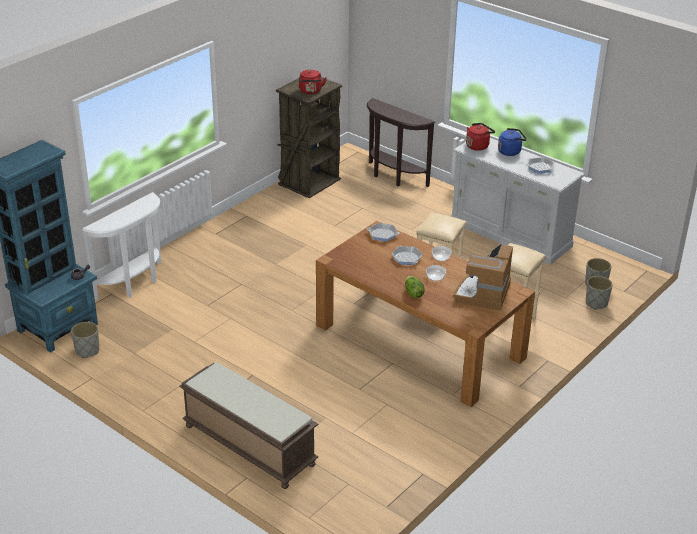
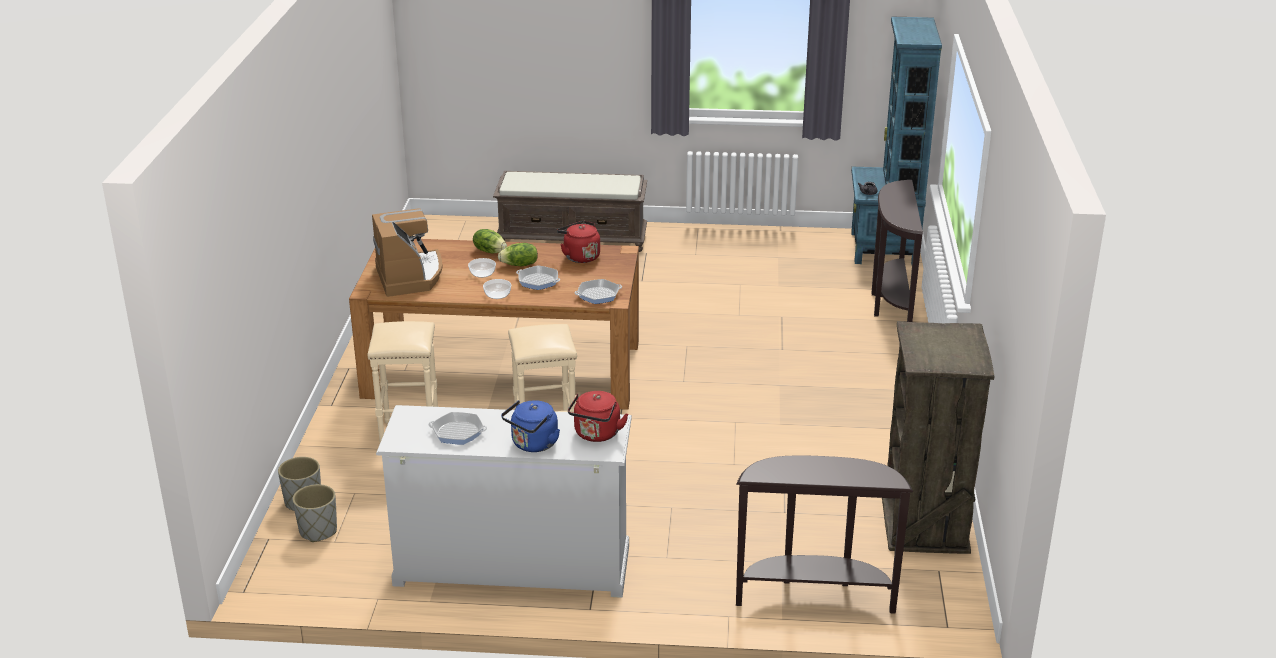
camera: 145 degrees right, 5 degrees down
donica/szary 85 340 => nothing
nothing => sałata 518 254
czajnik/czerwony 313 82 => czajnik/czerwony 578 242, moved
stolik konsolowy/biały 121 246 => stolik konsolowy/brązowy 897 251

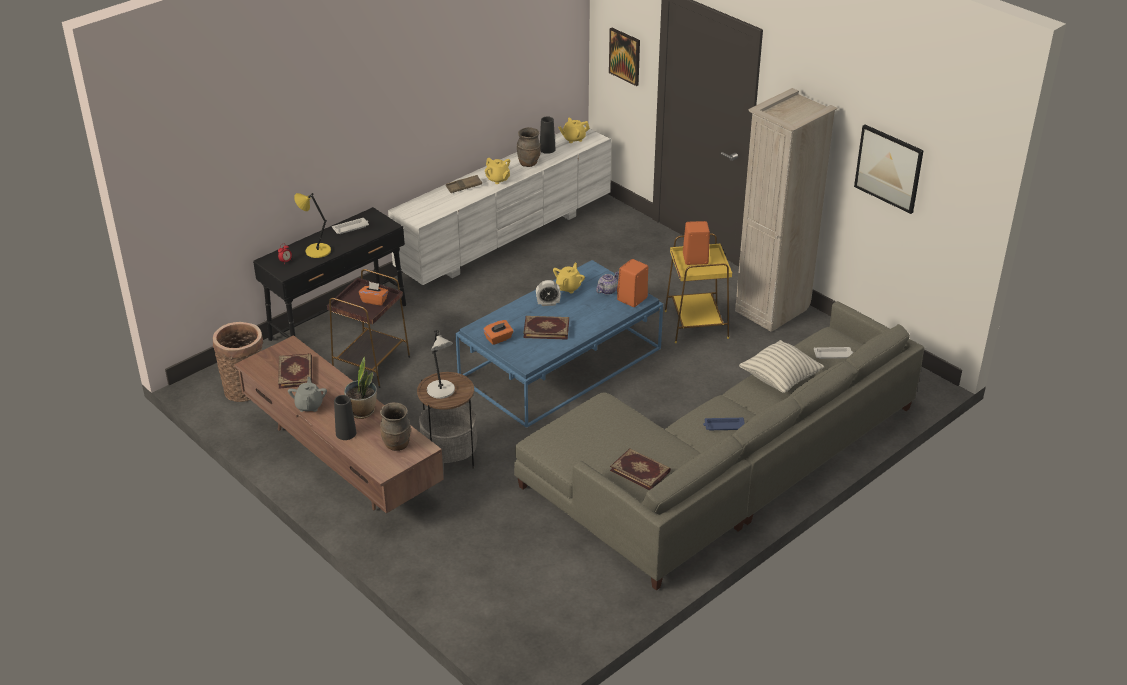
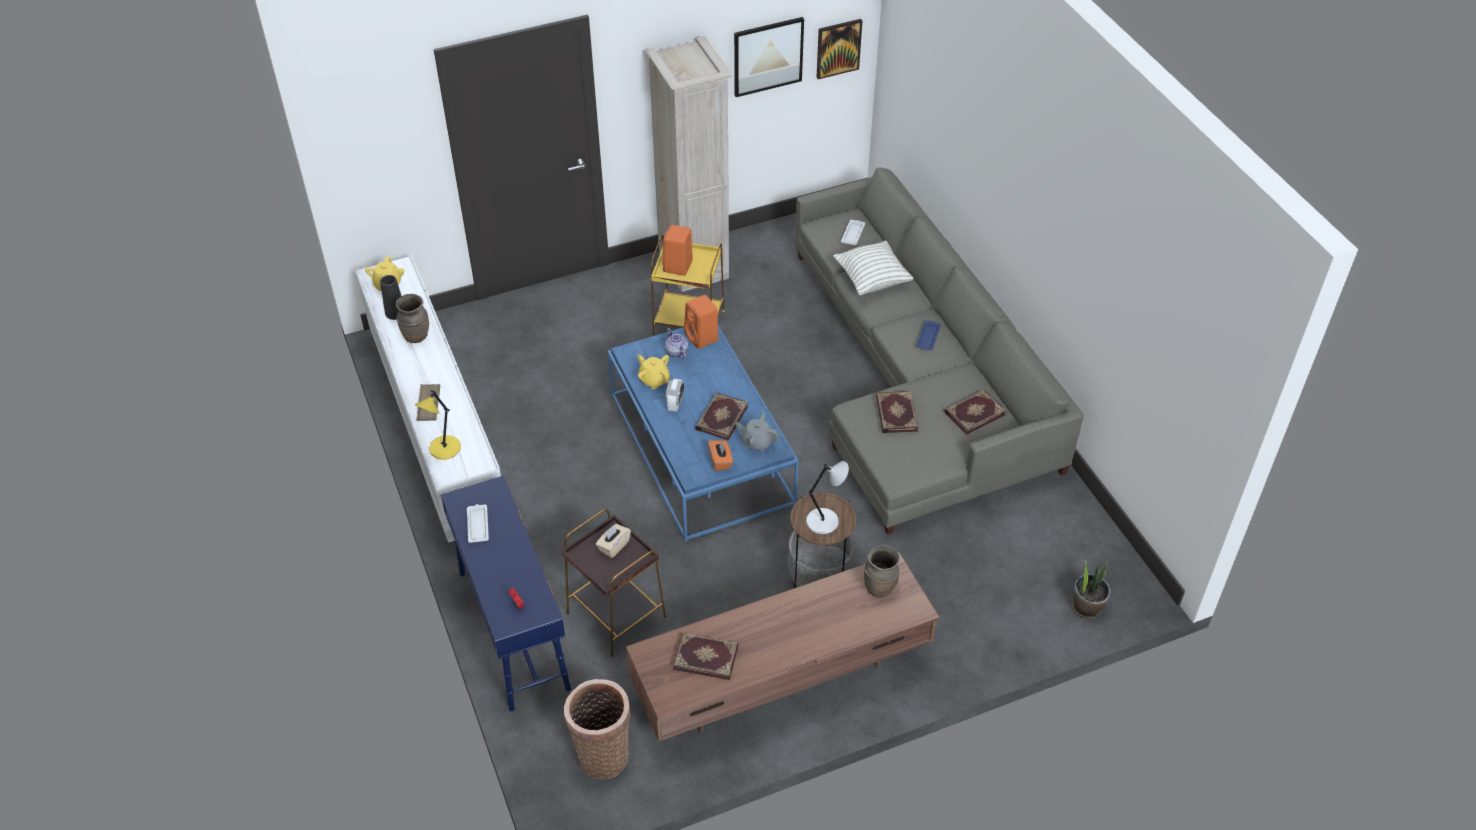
camera: 70 degrees left, 10 degrees up
wazon/czarny 345 417 => nothing
imbryk/żółty 497 171 => nothing
nothing => książka 897 412
imbryk/szary 307 394 => imbryk/szary 757 432, moved
lampa stołowa/żółty 312 225 => lampa stołowa/żółty 437 425, moved
roślina doniczkowa 360 388 => roślina doniczkowa 1091 589, moved
obraz 624 57 => obraz 839 49, moved
stolik konsolowy/czarny 329 274 => stolik konsolowy/niebieski 506 593
pudełko chusteczek/pomarańczowy 373 293 => pudełko chusteczek/beżowy 613 541

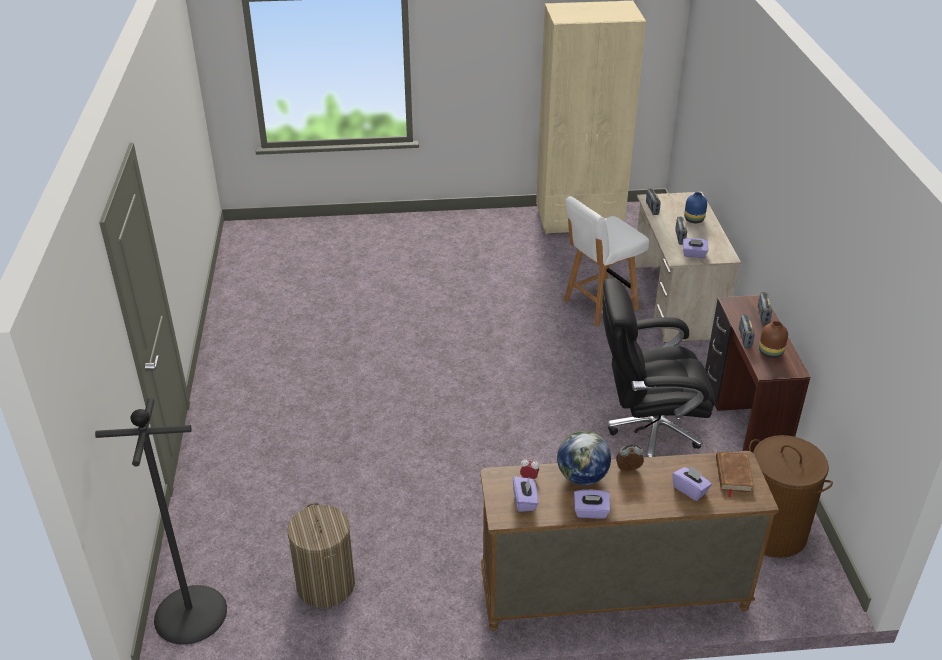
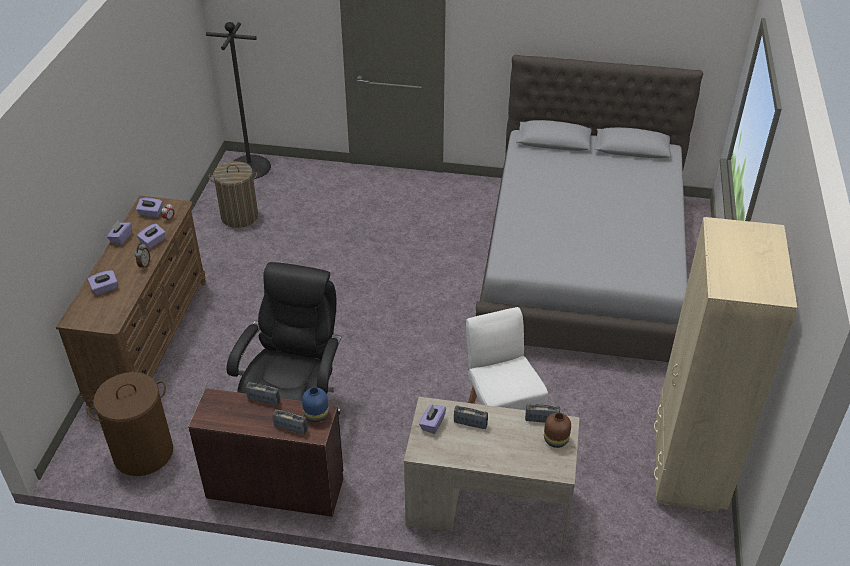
camera: 105 degrees right, 5 degrees up
książka/brązowy 735 474 => nothing
nothing => łóżko/szary 589 208
wazon/niebieski 695 207 => wazon/niebieski 315 404, moved
wazon/brązowy 773 339 => wazon/brązowy 557 430, moved
globus 584 458 => pudełko chusteczek/fioletowy 151 236

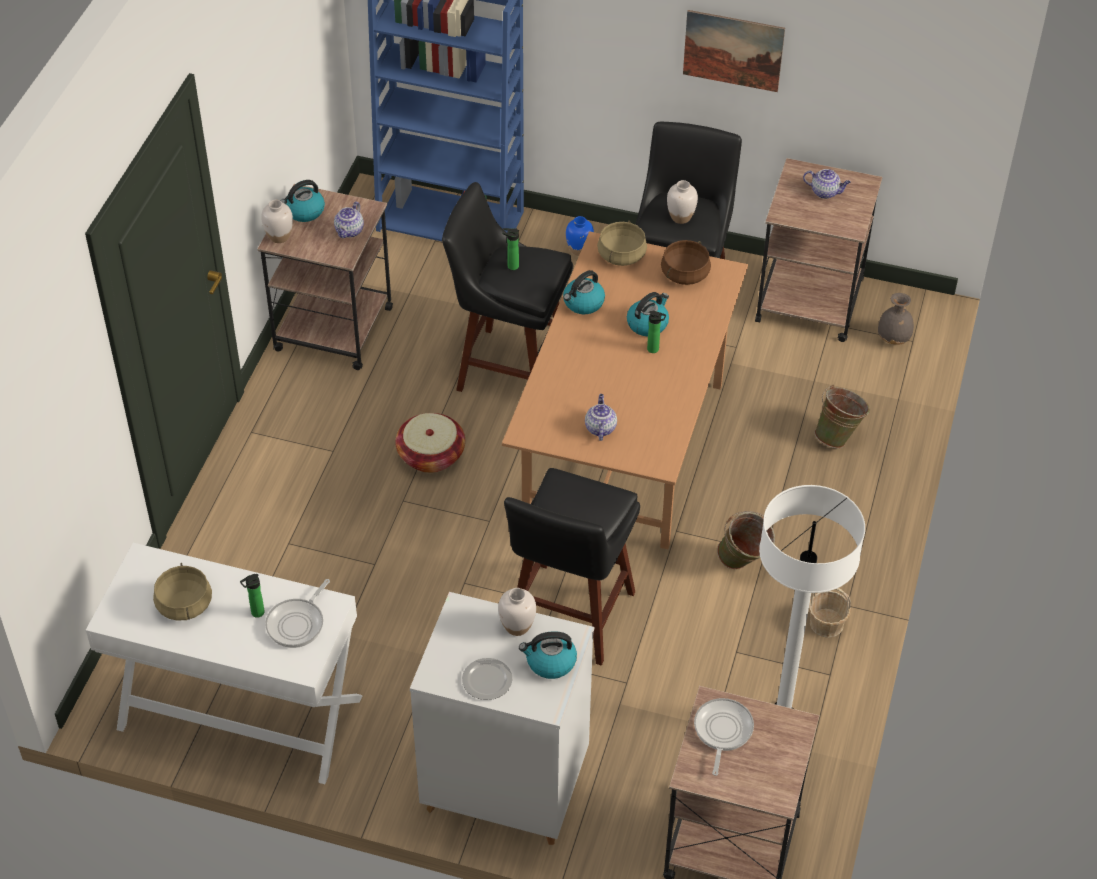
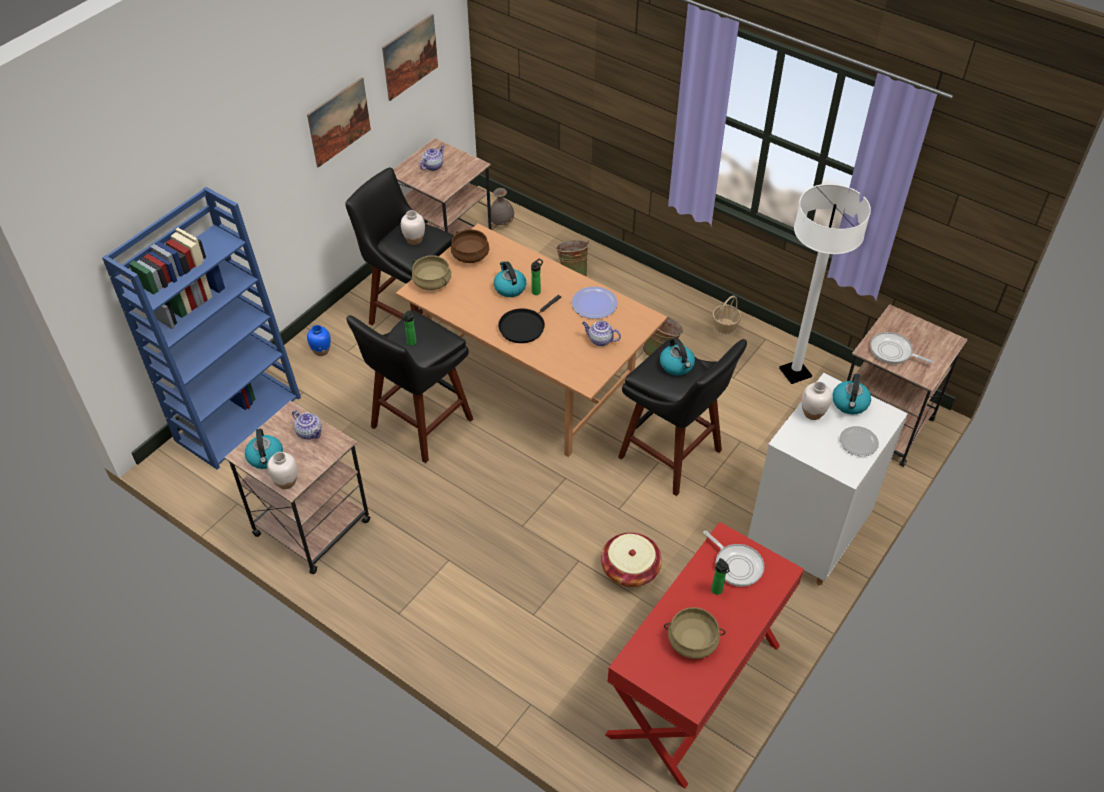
camera: 70 degrees left, 0 degrees up
nothing => obraz 410 57
nothing => patelnia/czarny 529 319
nothing => talerz 595 303
koszyk 430 443 => koszyk 631 559, moved
czajnik 584 292 => czajnik 677 356, moved
stolik konsolowy/biały 224 663 => stolik konsolowy/czerwony 704 655

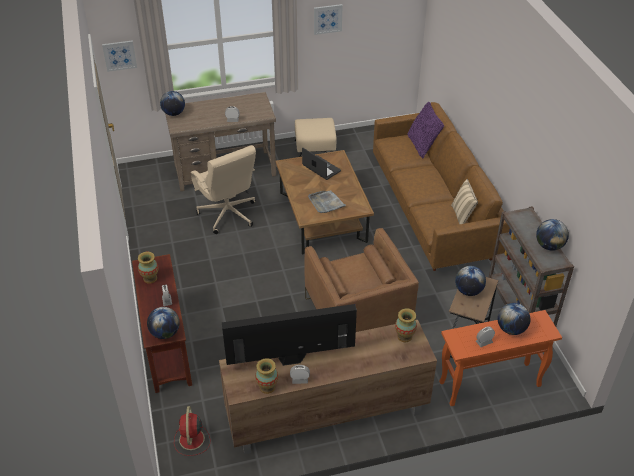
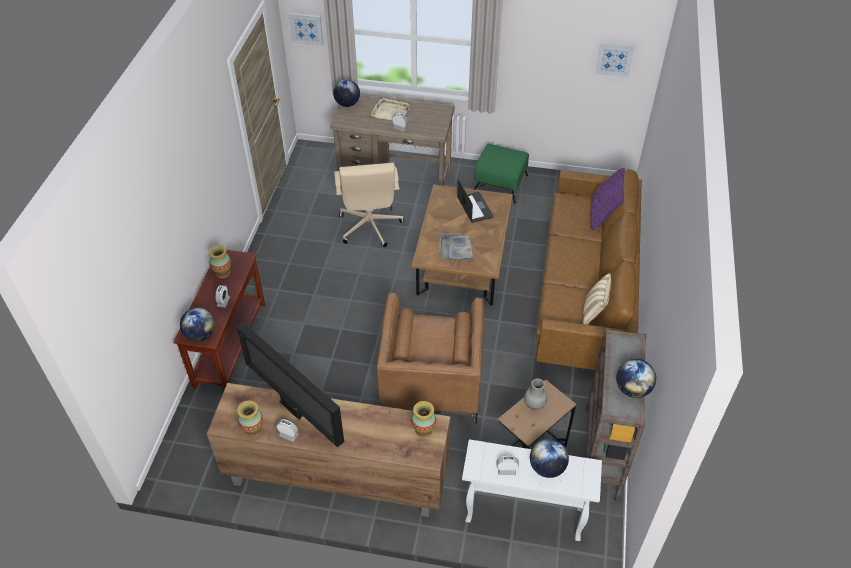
camera: 25 degrees right, 5 degrees up
wentylator/czerwony 192 431 => nothing
nothing => taca/beżowy 390 109
obraz 328 19 => obraz 615 60, moved
globus 470 281 => wazon/szary 535 394
pufa/beżowy 315 137 => pufa/zielony 501 174
stolik konsolowy/pomarańczowy 500 358 => stolik konsolowy/biały 532 490
telewizor 289 335 => telewizor 290 385, 150 degrees counterclockwise

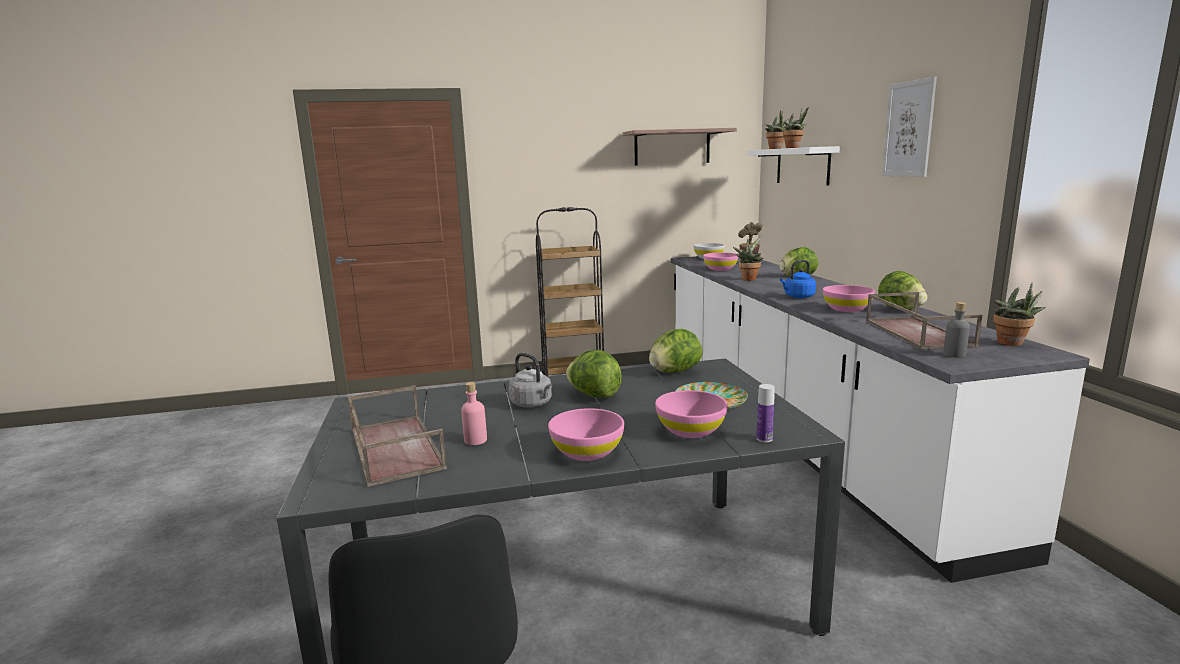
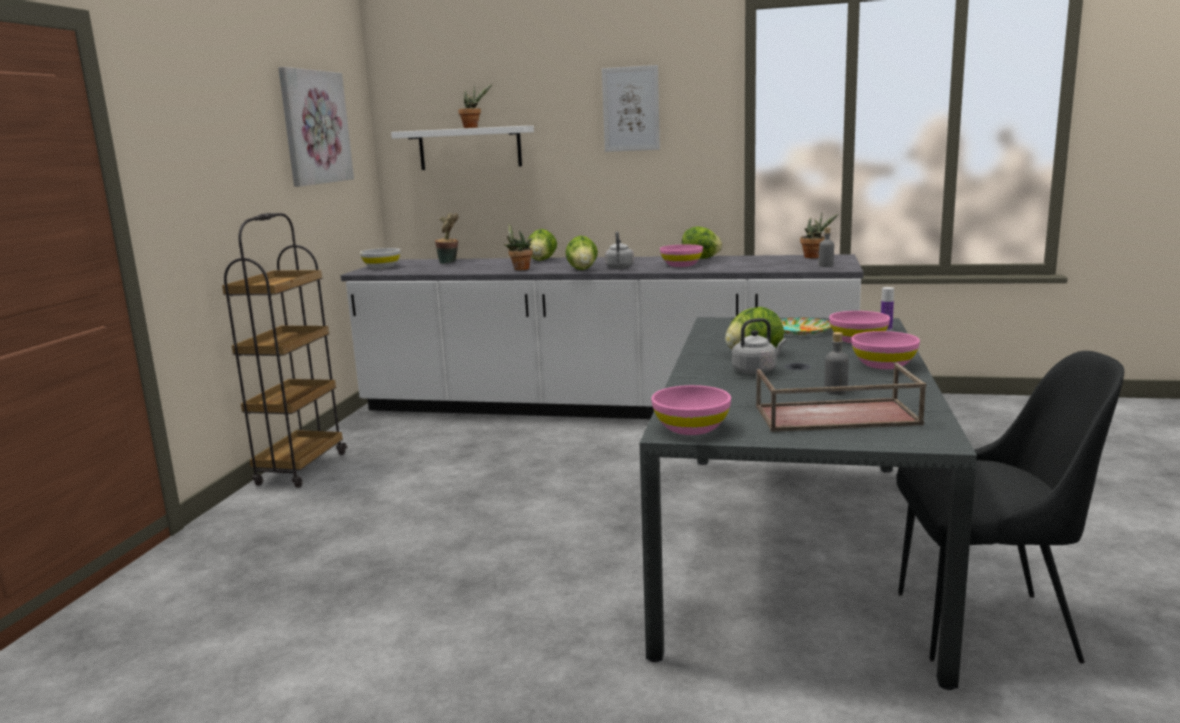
camera: 65 degrees left, 0 degrees up
roślina doniczkowa 777 129 => nothing
taca/brązowy 924 320 => nothing
sałata 676 351 => sałata 581 252, moved
miska/różowy 720 261 => miska/różowy 691 410, moved
półka 680 146 => obraz 316 127
butelka/różowy 474 413 => butelka/szary 837 363
czajnik/niebieski 798 279 => czajnik/szary 619 250

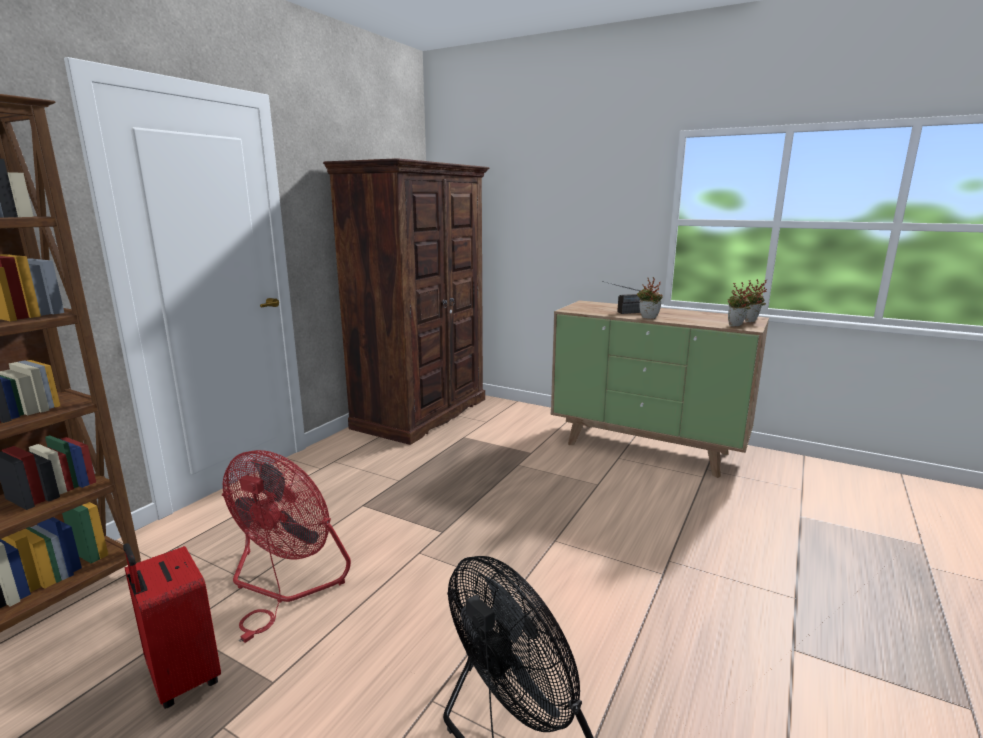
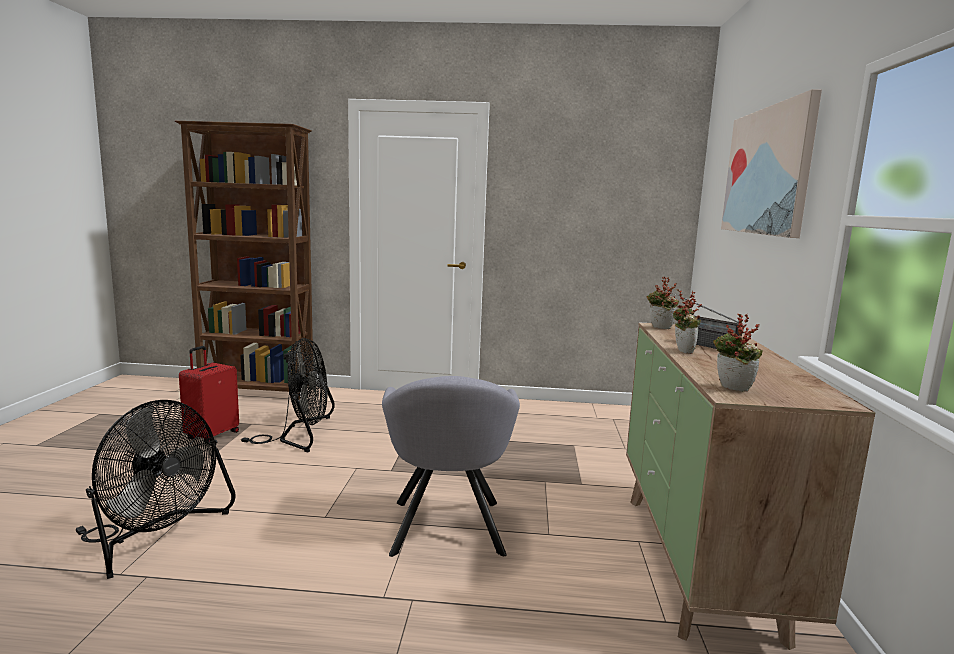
camera: 65 degrees right, 5 degrees down
szafa/brązowy 406 301 => nothing
nothing => fotel/szary 451 466
nothing => obraz 771 163
roślina doniczkowa 756 300 => roślina doniczkowa 663 303, moved
wentylator/czerwony 286 546 => wentylator/czarny 287 395

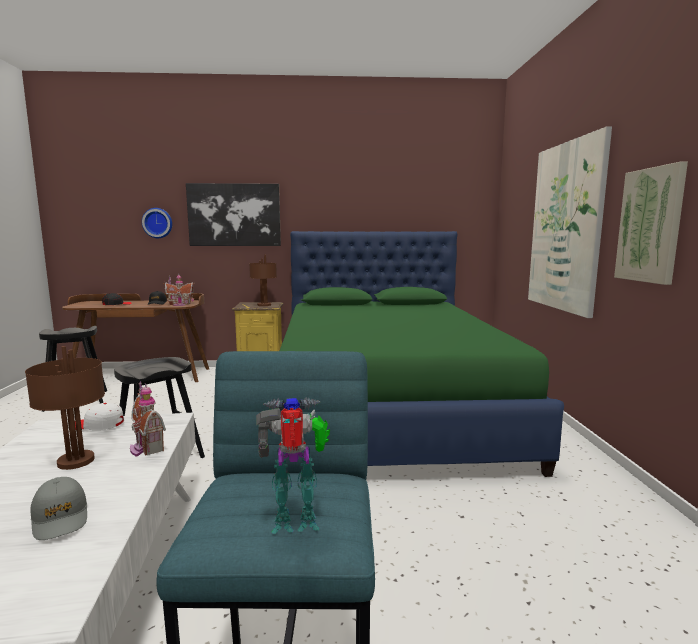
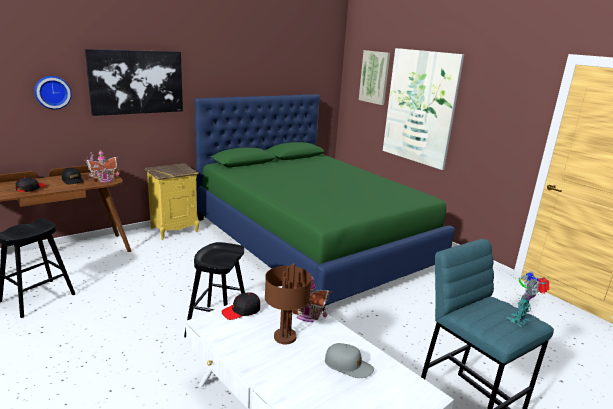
camera: 35 degrees left, 10 degrees up
lampa stołowa/brązowy 263 280 => nothing
obraz 651 223 => obraz 374 77, moved
czapka z daszkiem/biały 99 416 => czapka z daszkiem/czarny 240 306

